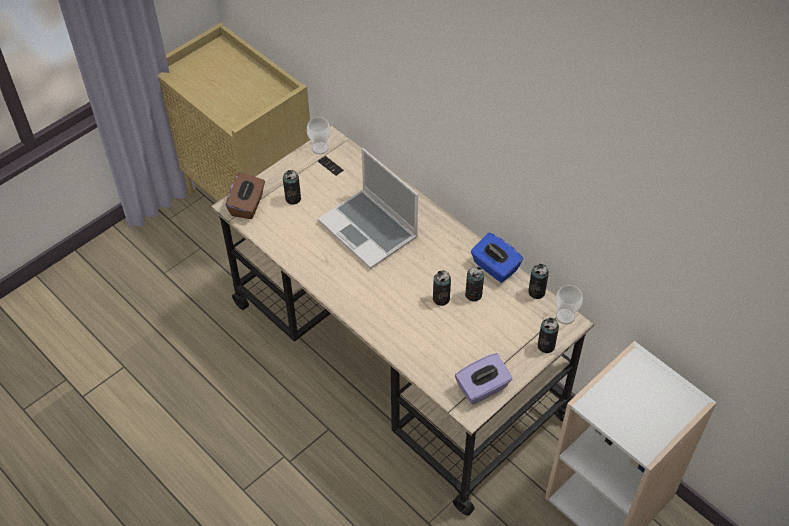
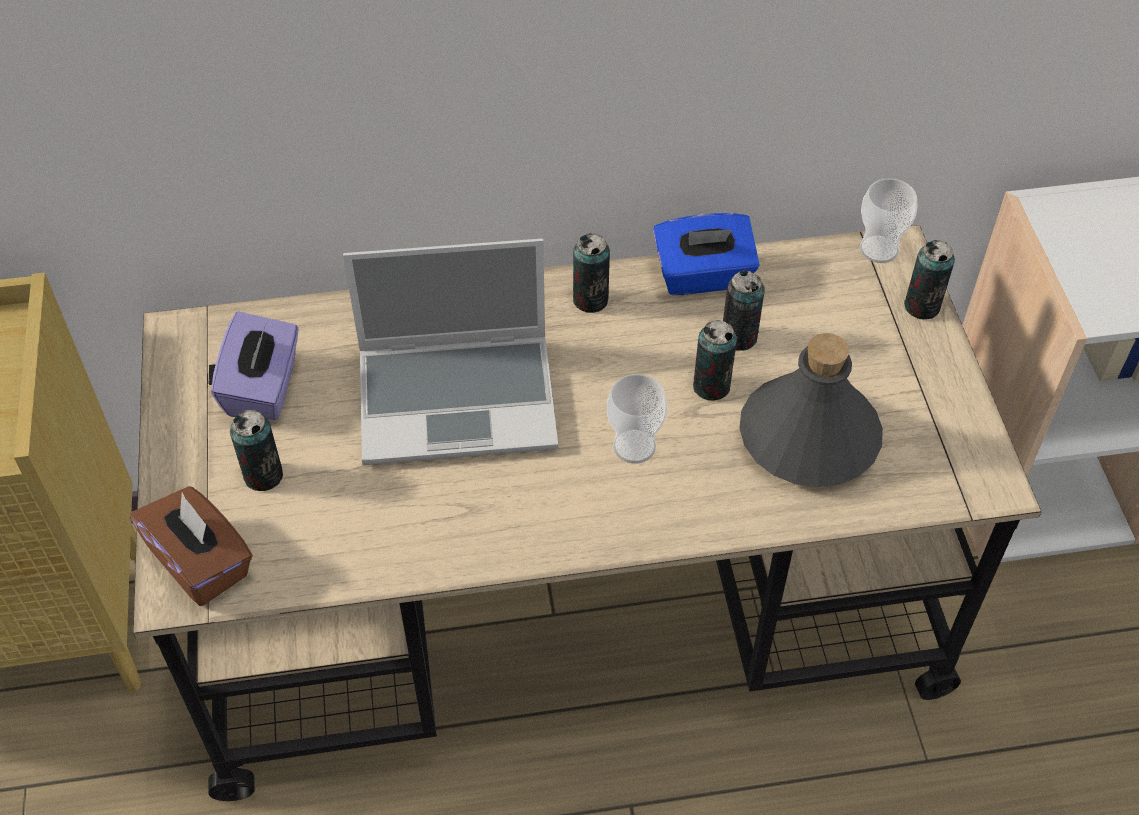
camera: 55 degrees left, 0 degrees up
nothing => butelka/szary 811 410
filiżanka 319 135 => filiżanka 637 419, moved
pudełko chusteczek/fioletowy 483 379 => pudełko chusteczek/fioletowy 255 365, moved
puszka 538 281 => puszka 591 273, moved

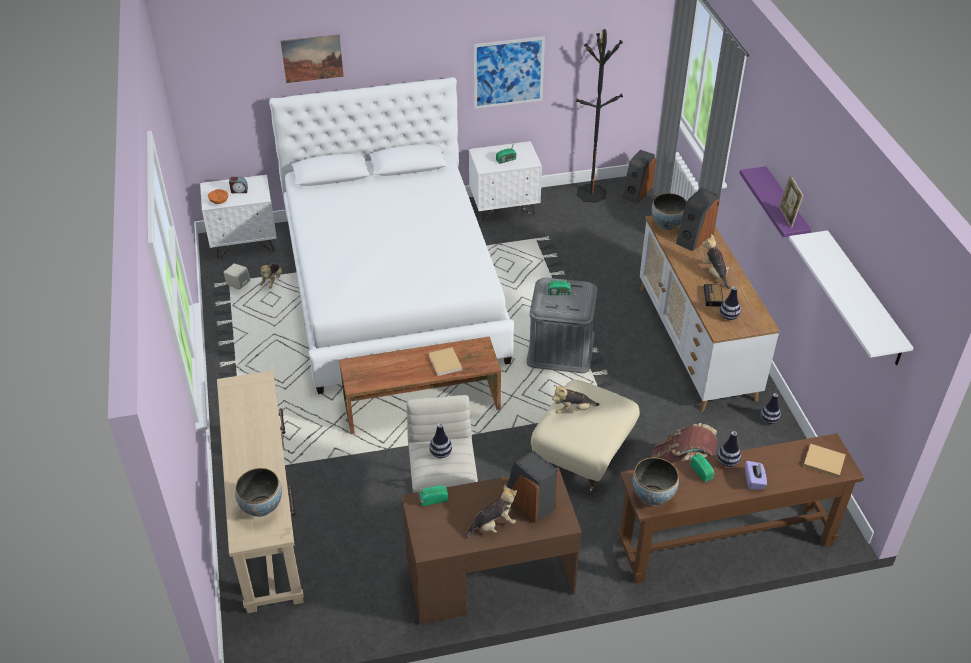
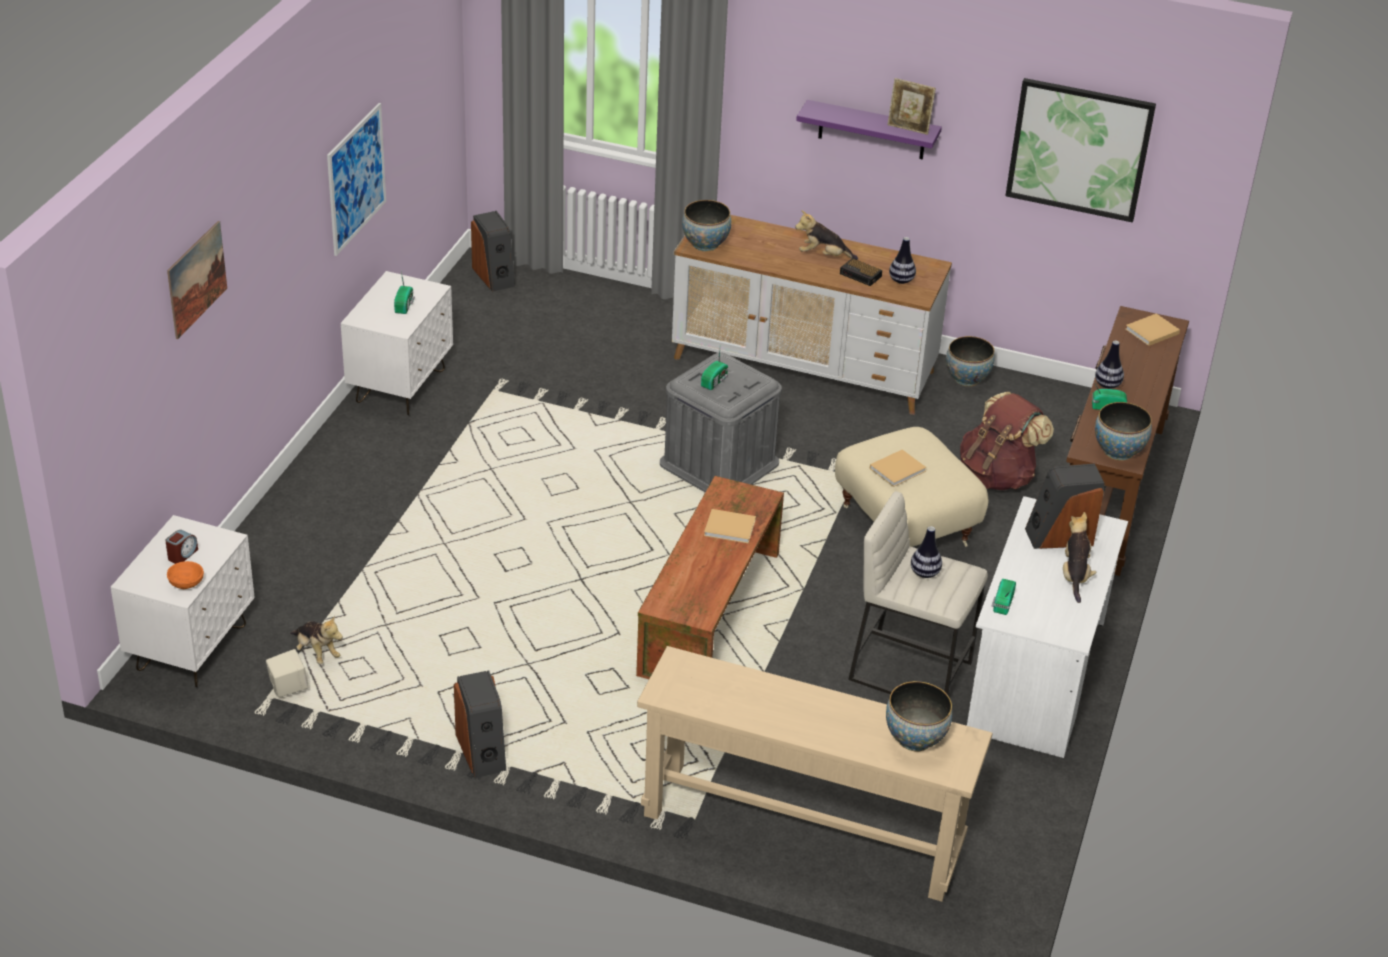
camera: 60 degrees left, 5 degrees down
łóżko/biały 391 235 => nothing
wieszak/czarny 599 116 => nothing
pudełko chusteczek/fioletowy 756 475 => nothing
głośnik 698 219 => głośnik 480 724, moved
pluszak 575 399 => książka/beżowy 898 468
wazon 770 408 => miska 970 361
półka/biały 851 297 => obraz 1080 150
biurko/brązowy 491 546 => biurko/biały 1047 627

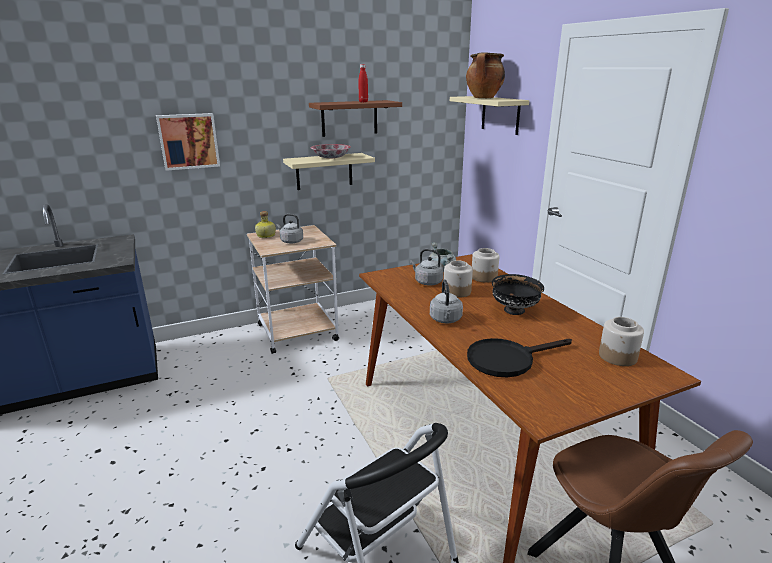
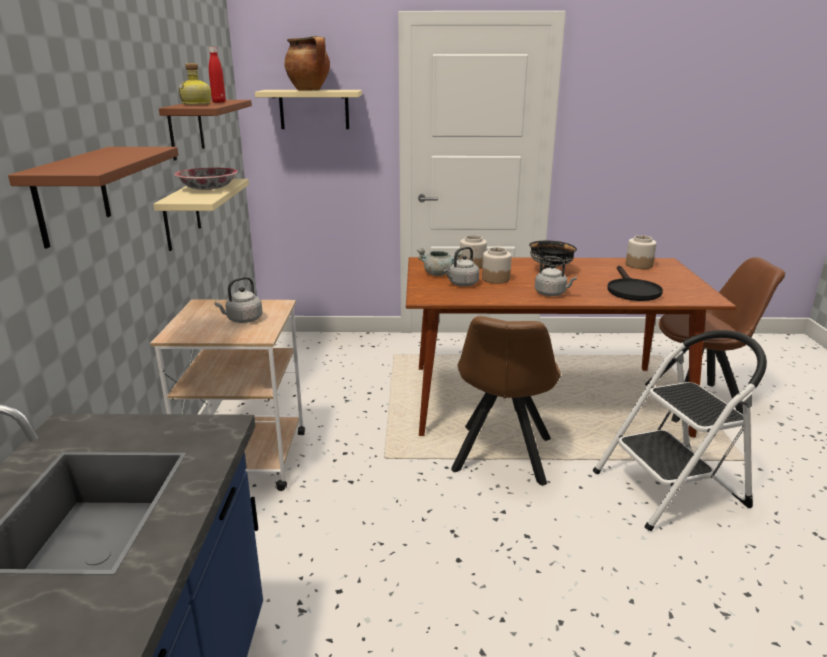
camera: 65 degrees left, 0 degrees up
nothing => krzesło/brązowy 506 401
butelka 265 224 => butelka 194 84, moved
obraz 188 142 => półka/brązowy 93 198

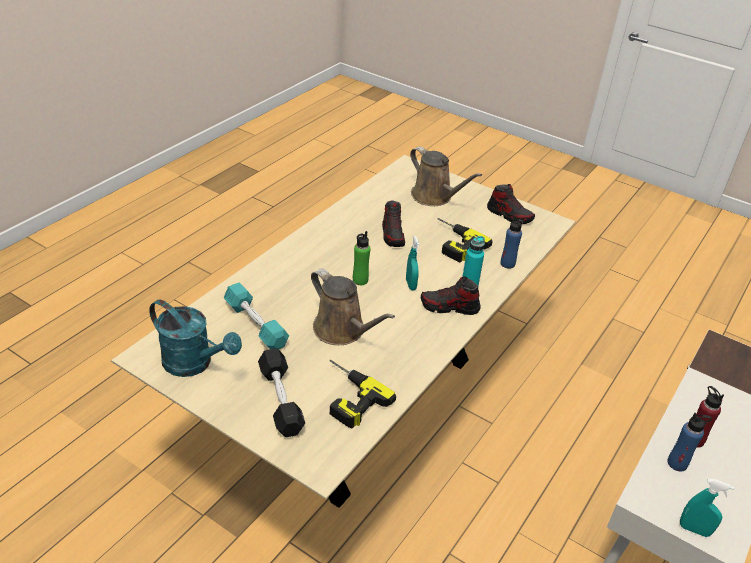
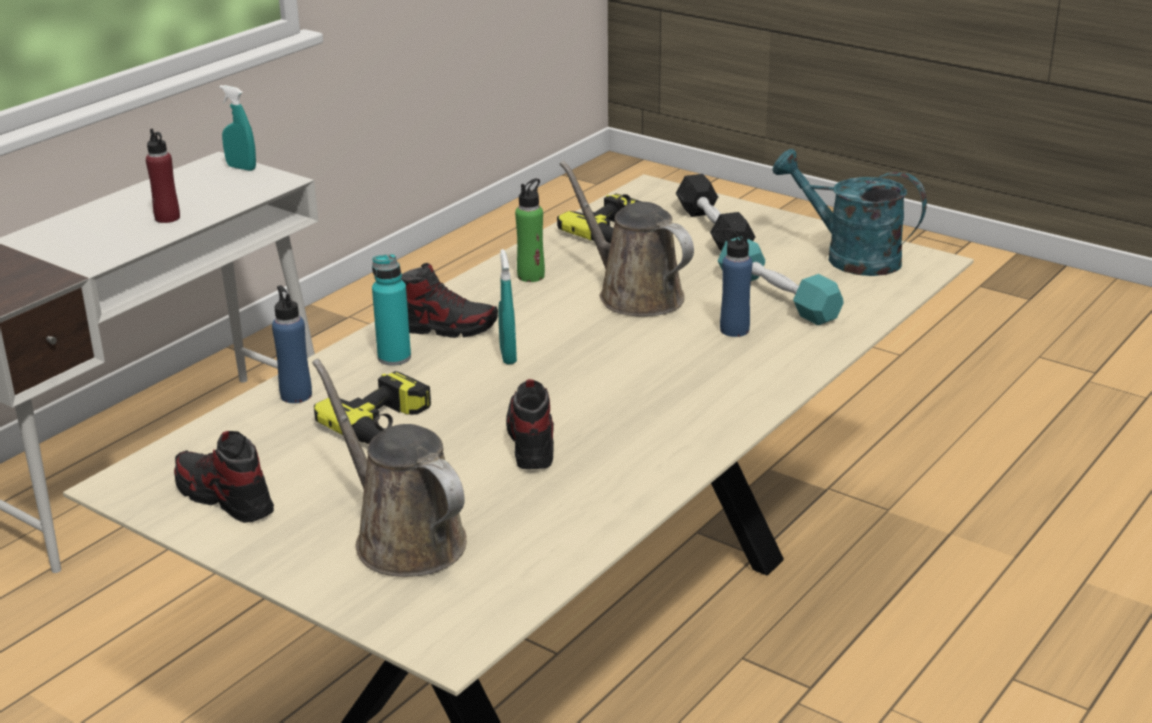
camera: 175 degrees left, 10 degrees down
butelka/zielony 361 258 => butelka/zielony 530 230, moved
butelka/niebieski 690 442 => butelka/niebieski 736 282, moved

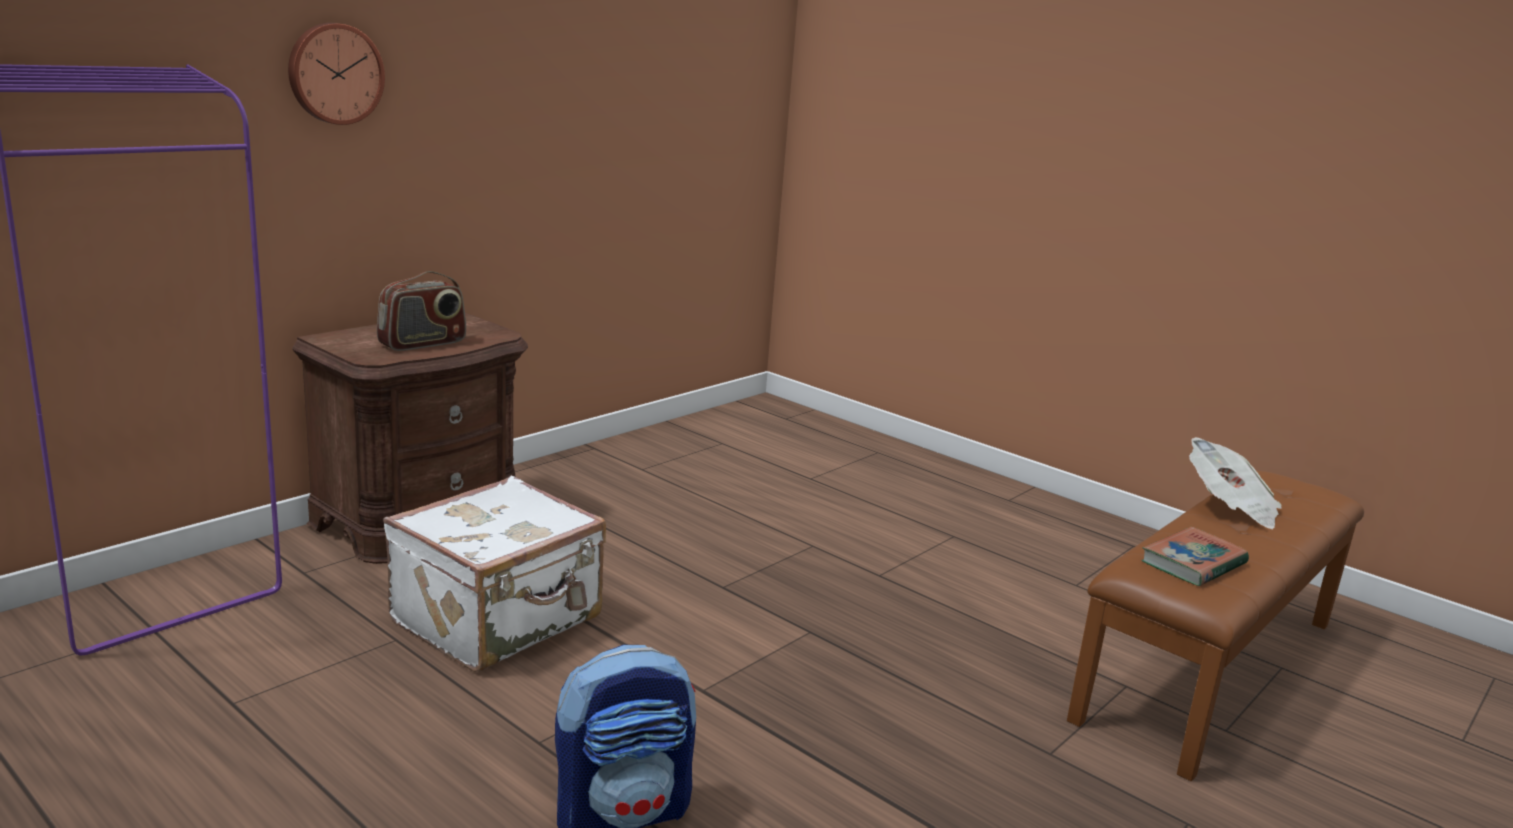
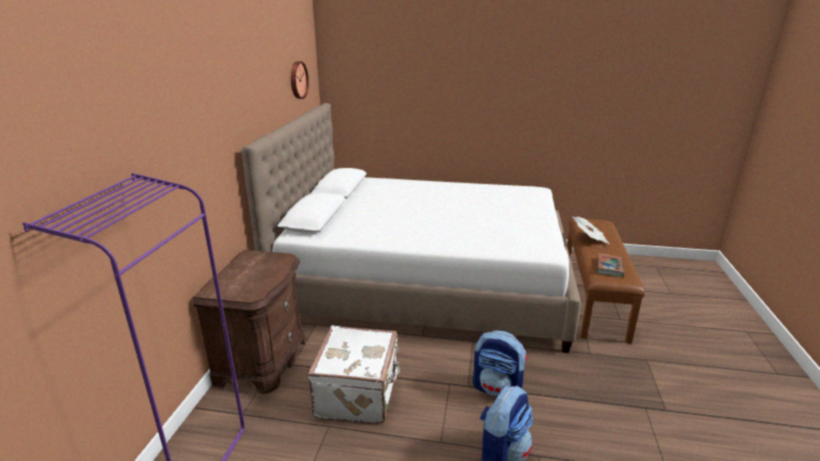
camera: 30 degrees left, 5 degrees up
radio 421 311 => nothing
nothing => łóżko/biały 411 228
nothing => plecak 500 363
zegar ścienny 336 74 => zegar ścienny 300 80, moved

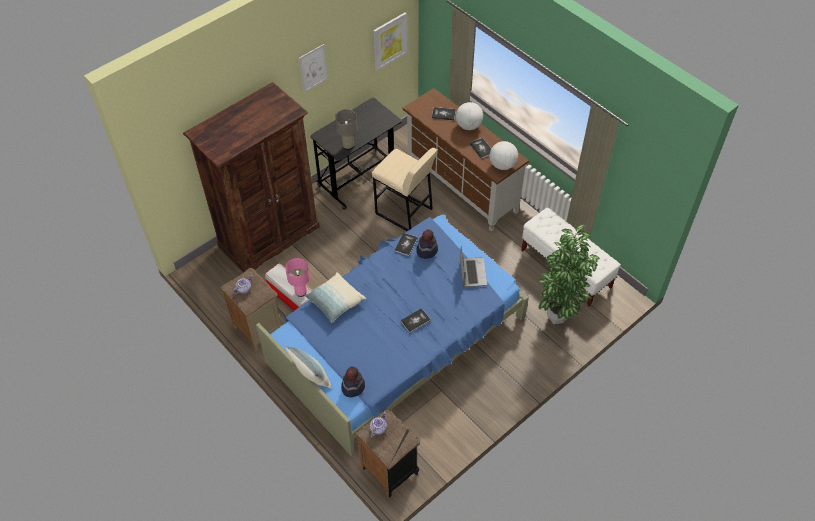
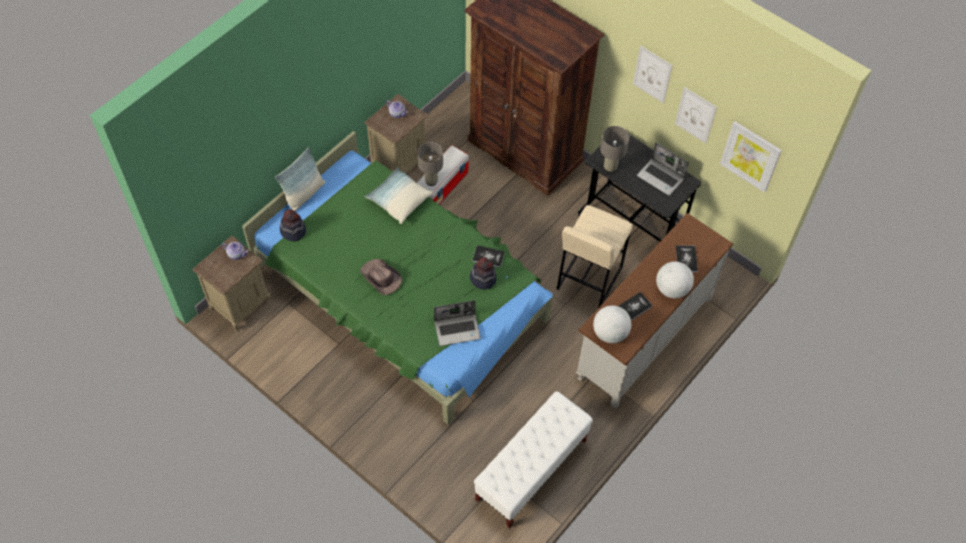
camera: 80 degrees right, 5 degrees up
roślina doniczkowa 569 274 => nothing
nothing => laptop 663 169
nothing => obraz 696 115
książka 415 320 => kapelusz/brązowy 381 277
łóżko/niebieski 392 335 => łóżko/zielony 397 278
lampa stołowa/różowy 297 277 => lampa stołowa/szary 430 164
szafka nocna/czarny 387 453 => szafka nocna/beżowy 232 283

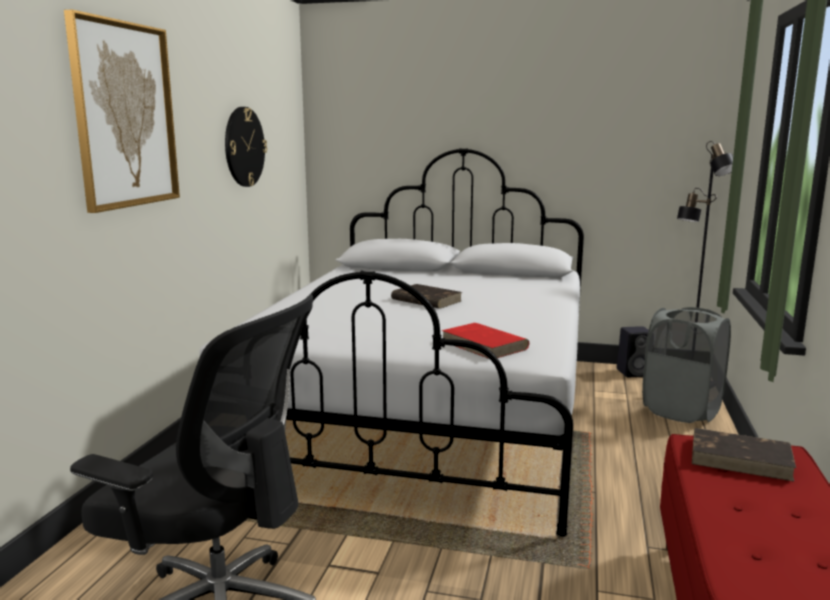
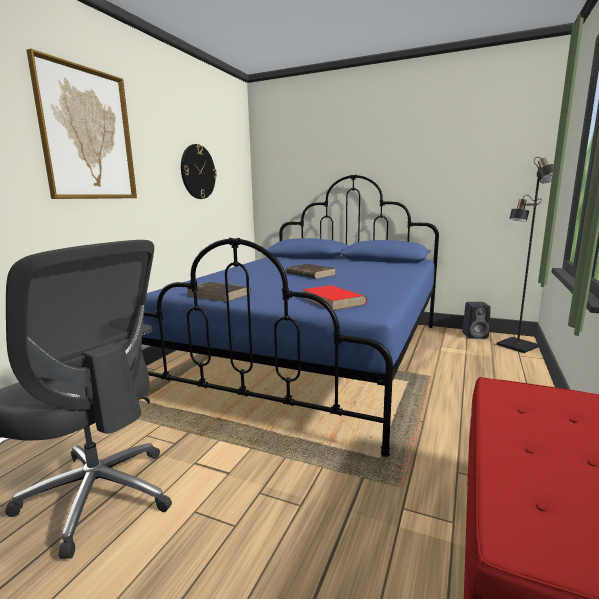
camera: 10 degrees right, 0 degrees up
kosz na pranie/szary 686 365 => nothing
książka/brązowy 744 455 => książka/brązowy 219 292, moved
łóżko/biały 391 342 => łóżko/niebieski 290 316

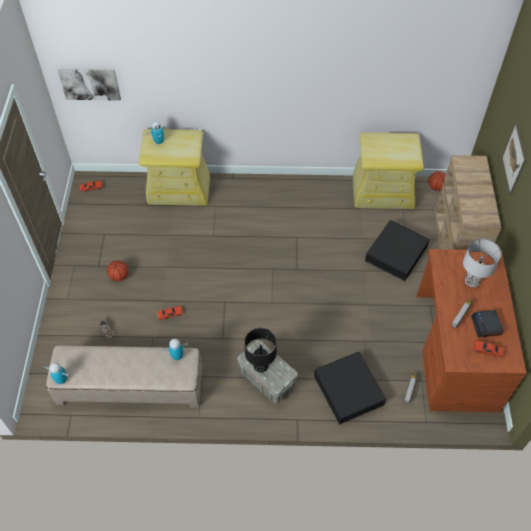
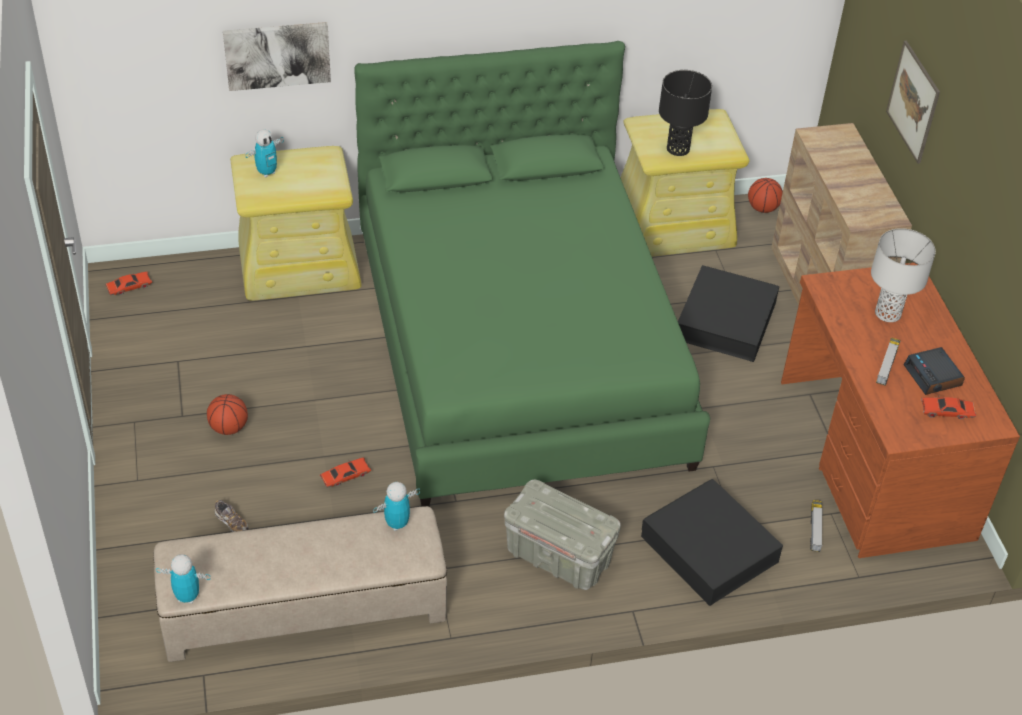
camera: 15 degrees left, 10 degrees down
nothing => łóżko/zielony 532 274
obraz 89 85 => obraz 277 56, moved
lampa stołowa/czarny 260 350 => lampa stołowa/czarny 685 113, moved

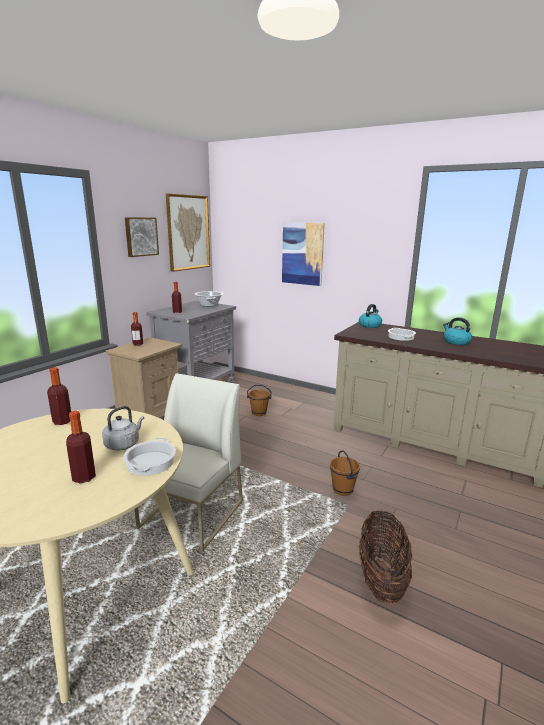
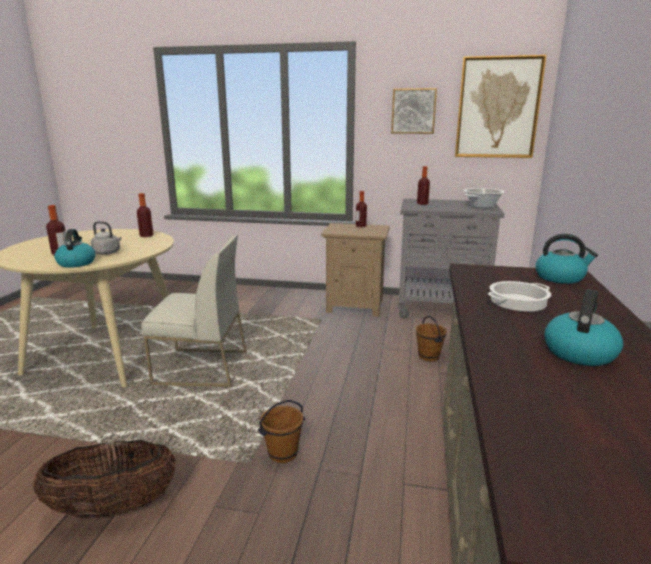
camera: 70 degrees right, 0 degrees up
obraz 303 254 => nothing
garnek 149 457 => czajnik 75 248

